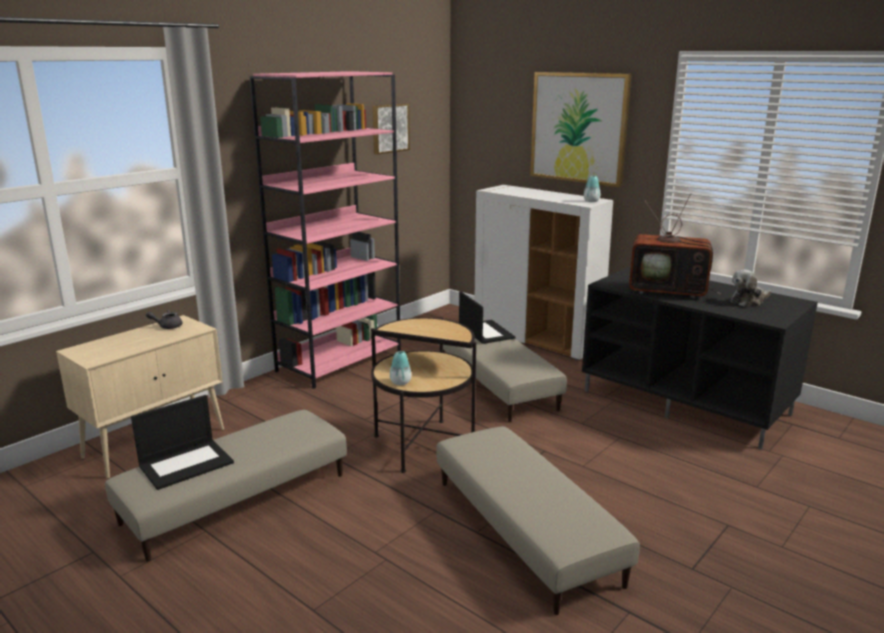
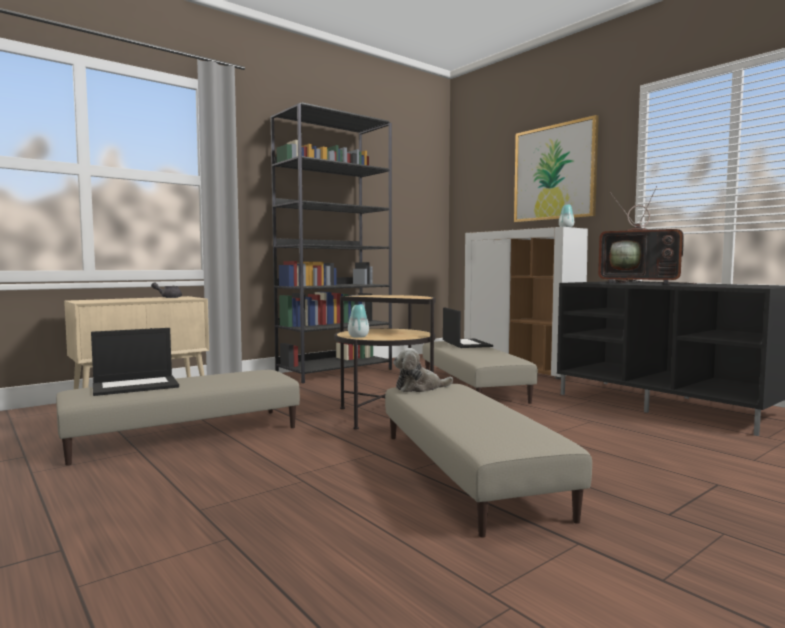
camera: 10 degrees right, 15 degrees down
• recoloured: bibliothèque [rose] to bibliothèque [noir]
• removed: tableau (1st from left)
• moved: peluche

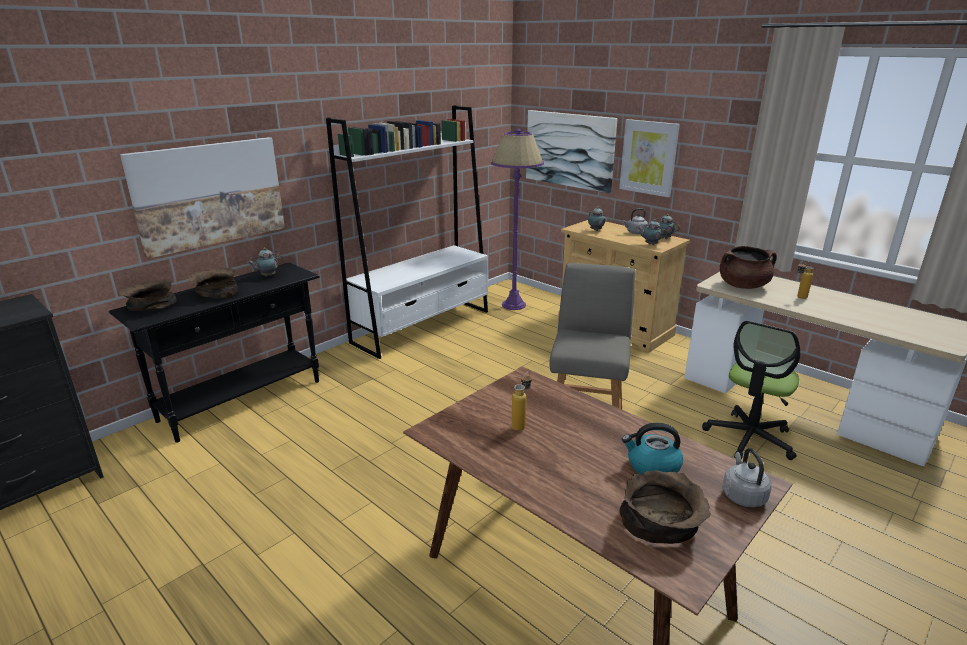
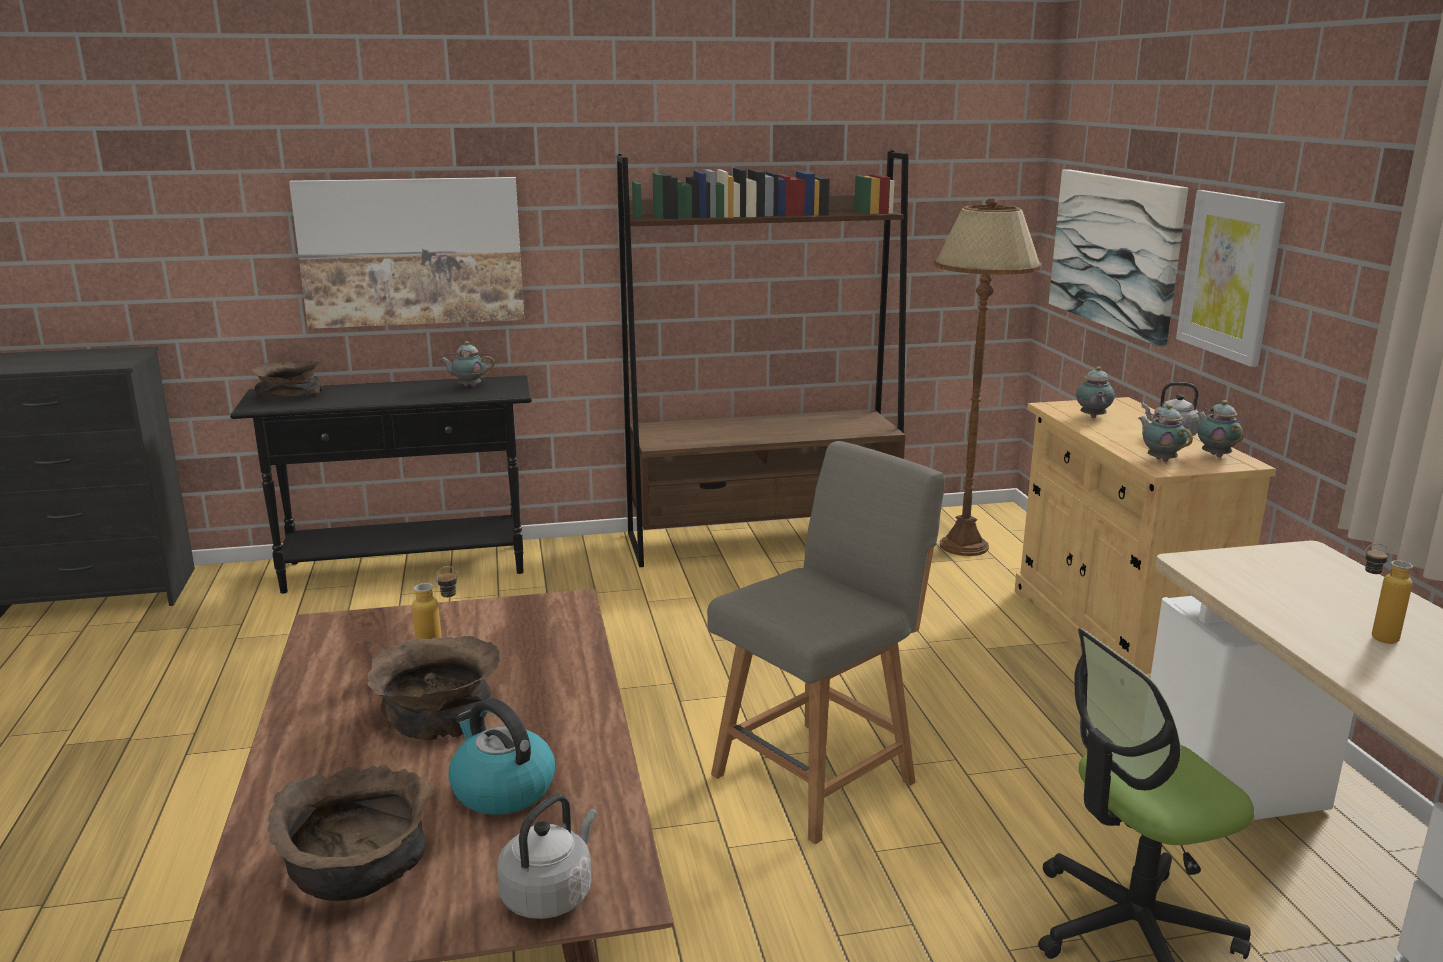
camera: 35 degrees right, 5 degrees down
• recoloured: bibliothèque [blanc] to bibliothèque [marron]
• recoloured: lampadaire [violet] to lampadaire [marron]
• removed: marmite [marron]
• moved: bol [marron] (2nd from left in the first image) to bol [marron] (3rd from left)

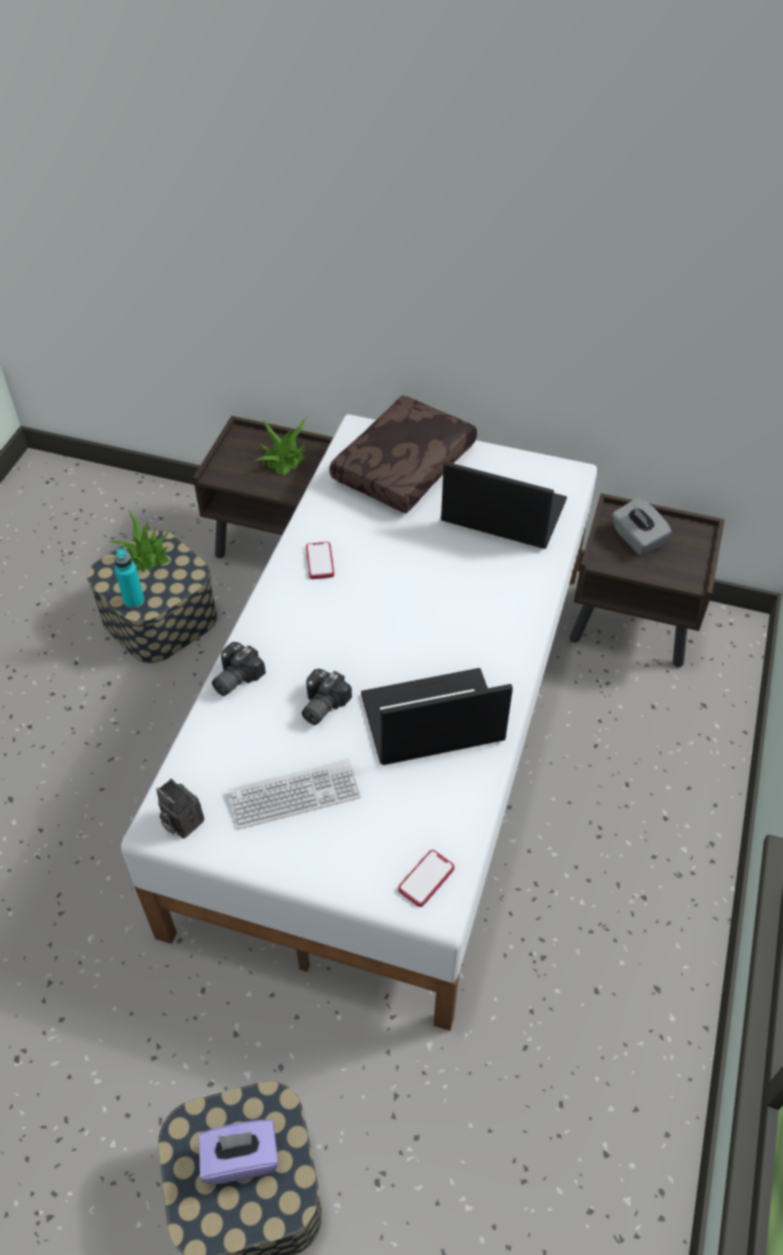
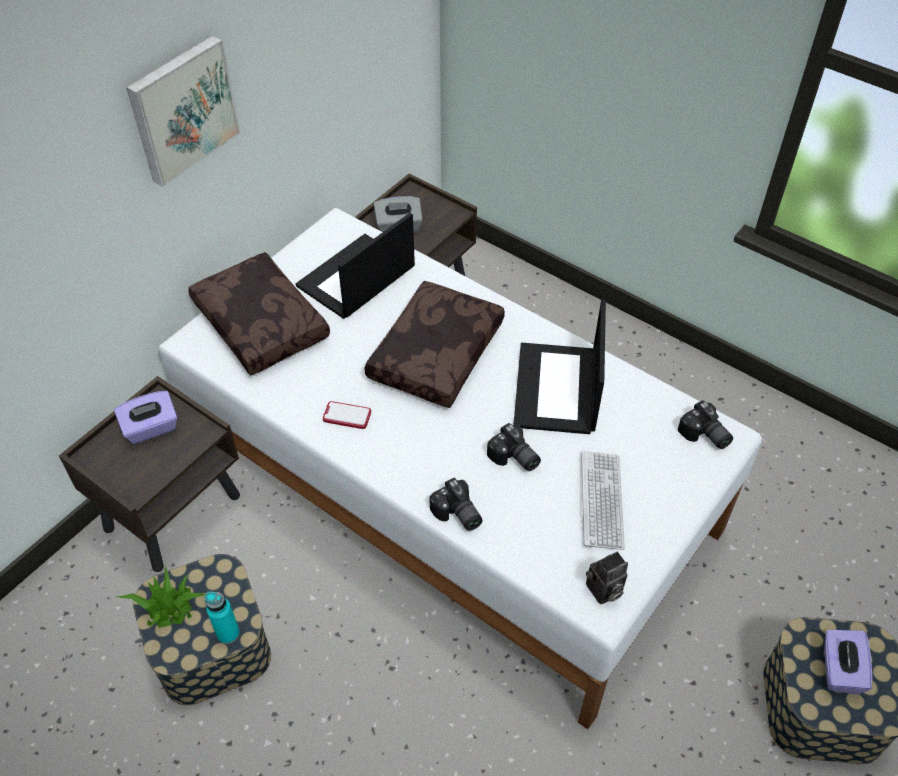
camera: 70 degrees left, 0 degrees up
• replaced: plante en pot (2nd from left) to boîte à mouchoirs [violet] (1st from left)
• replaced: téléphone (2nd from left) to appareil photo (4th from left)
• added: tableau
• added: coussin [marron] (2nd from left)

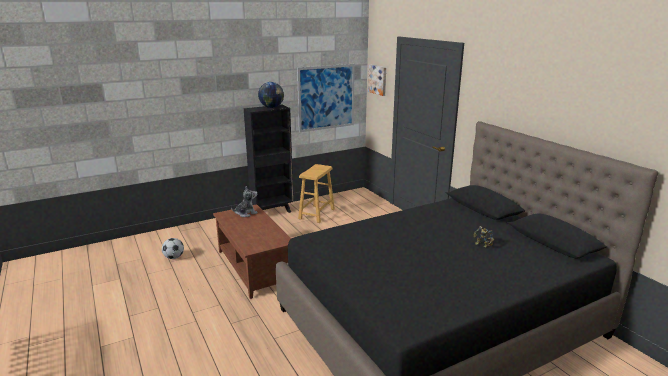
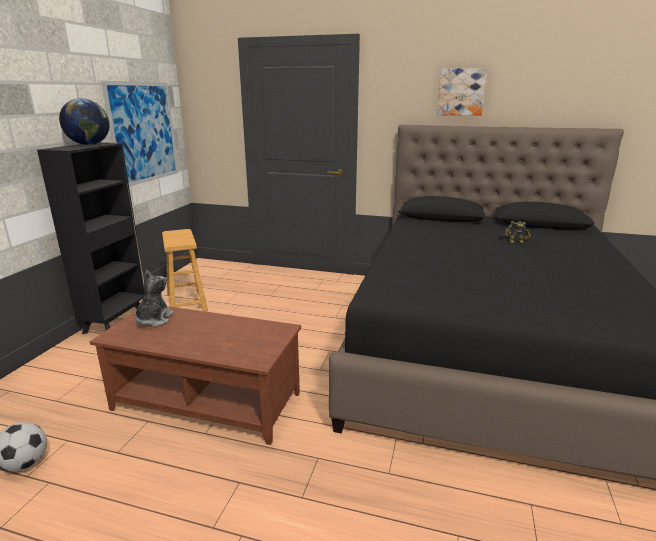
camera: 45 degrees left, 0 degrees up
• moved: tableau (2nd from left)

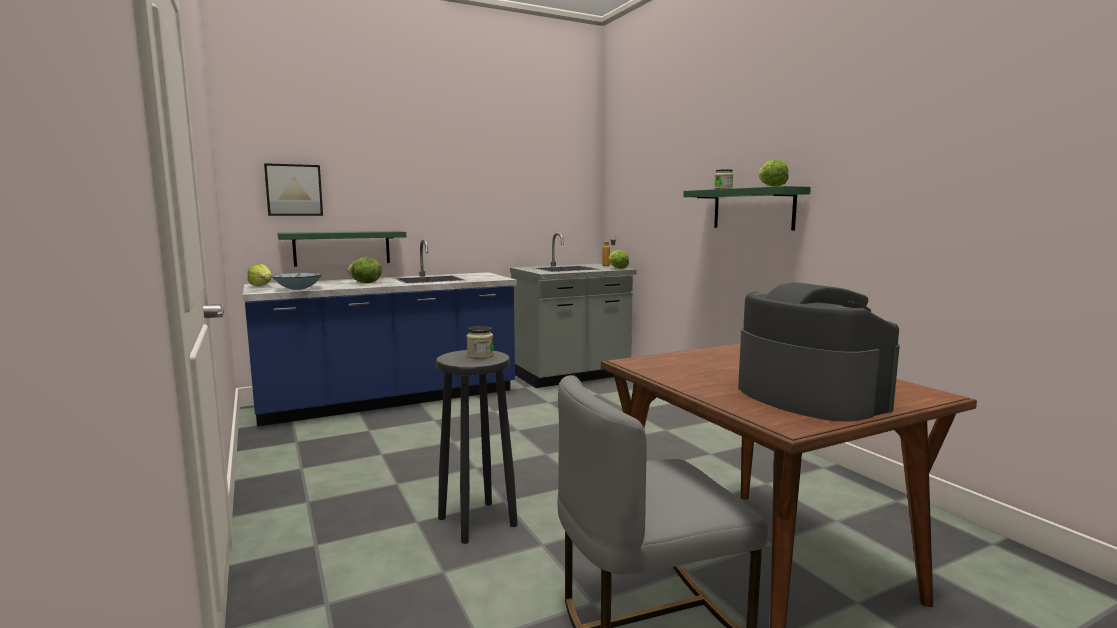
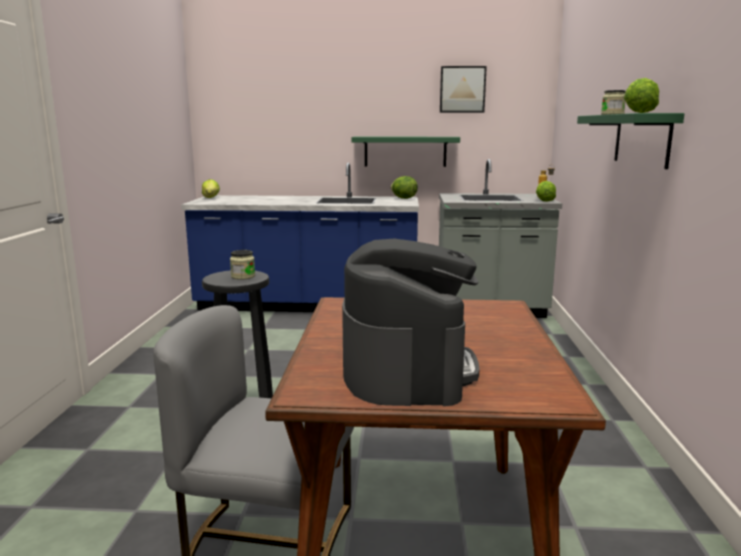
camera: 30 degrees right, 5 degrees up
• moved: tableau
• moved: étagère [vert] (1st from left)
• moved: laitue (2nd from left)
• removed: bol

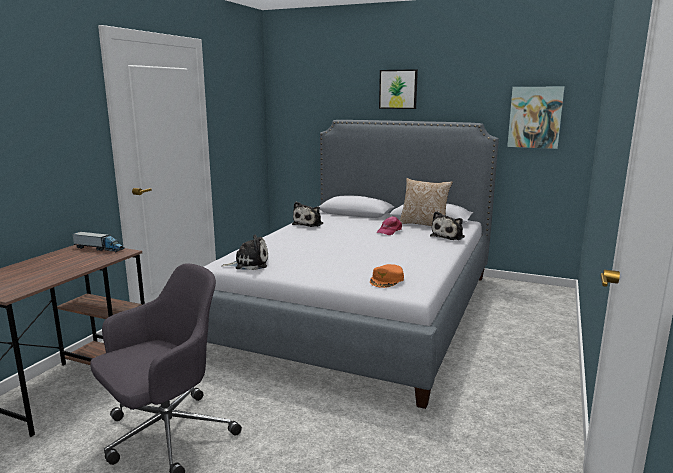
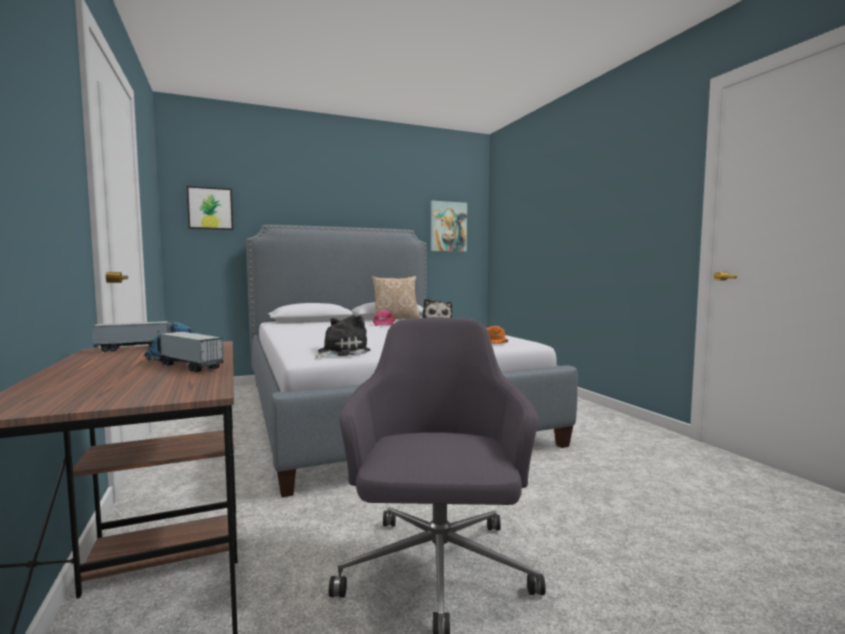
camera: 45 degrees left, 10 degrees down
• moved: tableau (1st from left)
• removed: peluche (2nd from left)
• added: camion jouet (2nd from left)

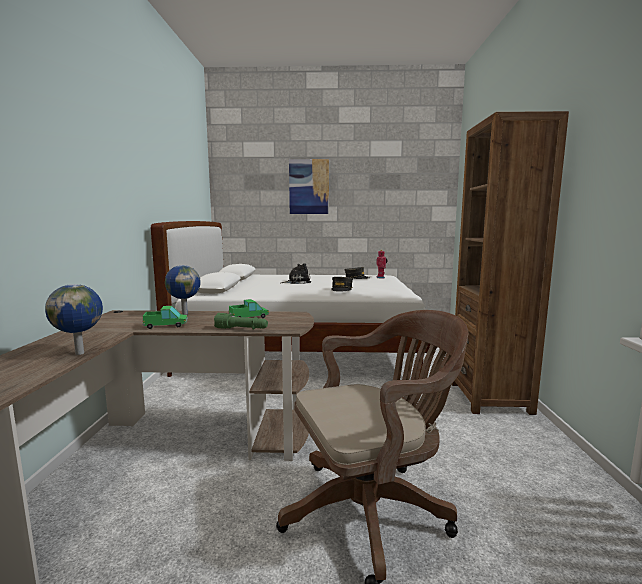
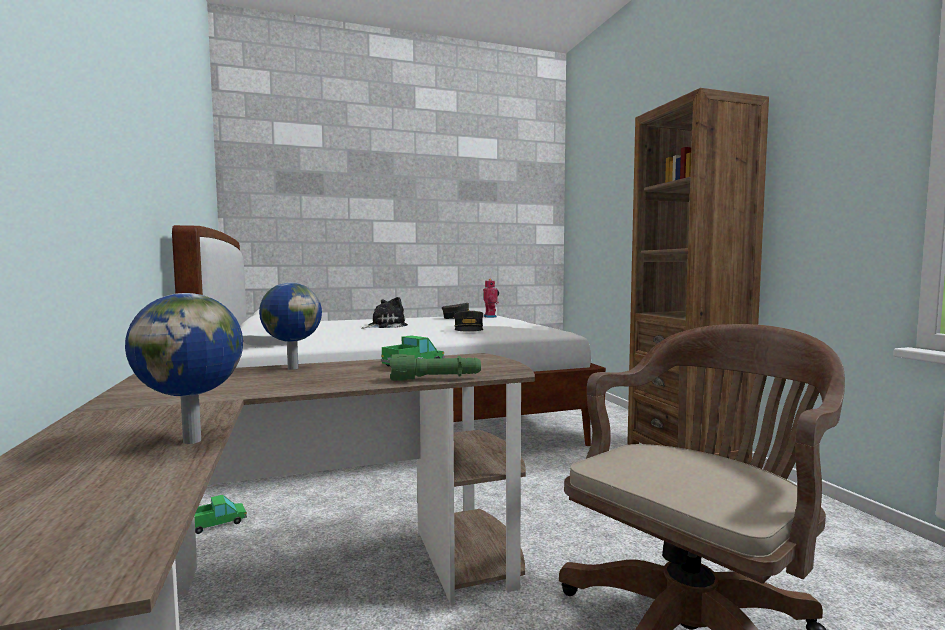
camera: 20 degrees left, 5 degrees down
• removed: tableau
• moved: camion jouet (1st from left)

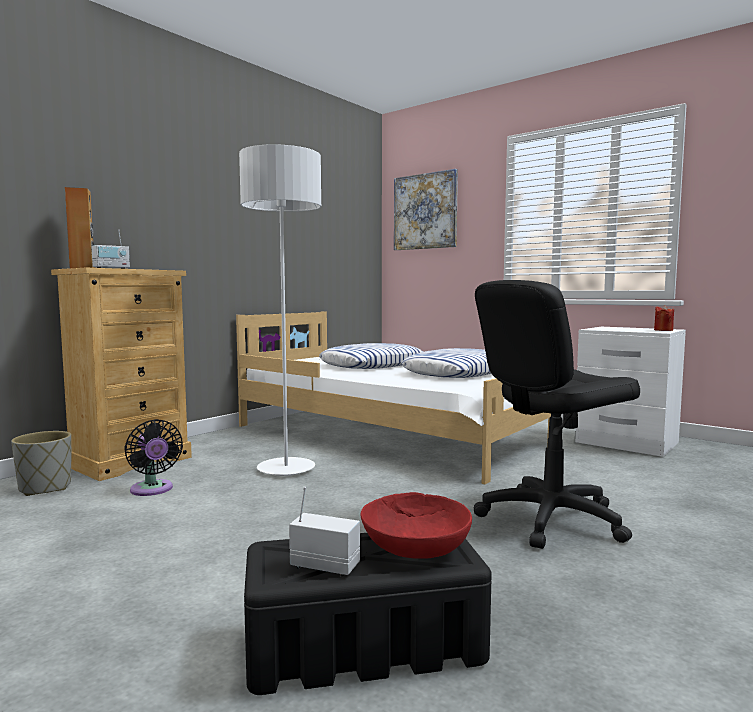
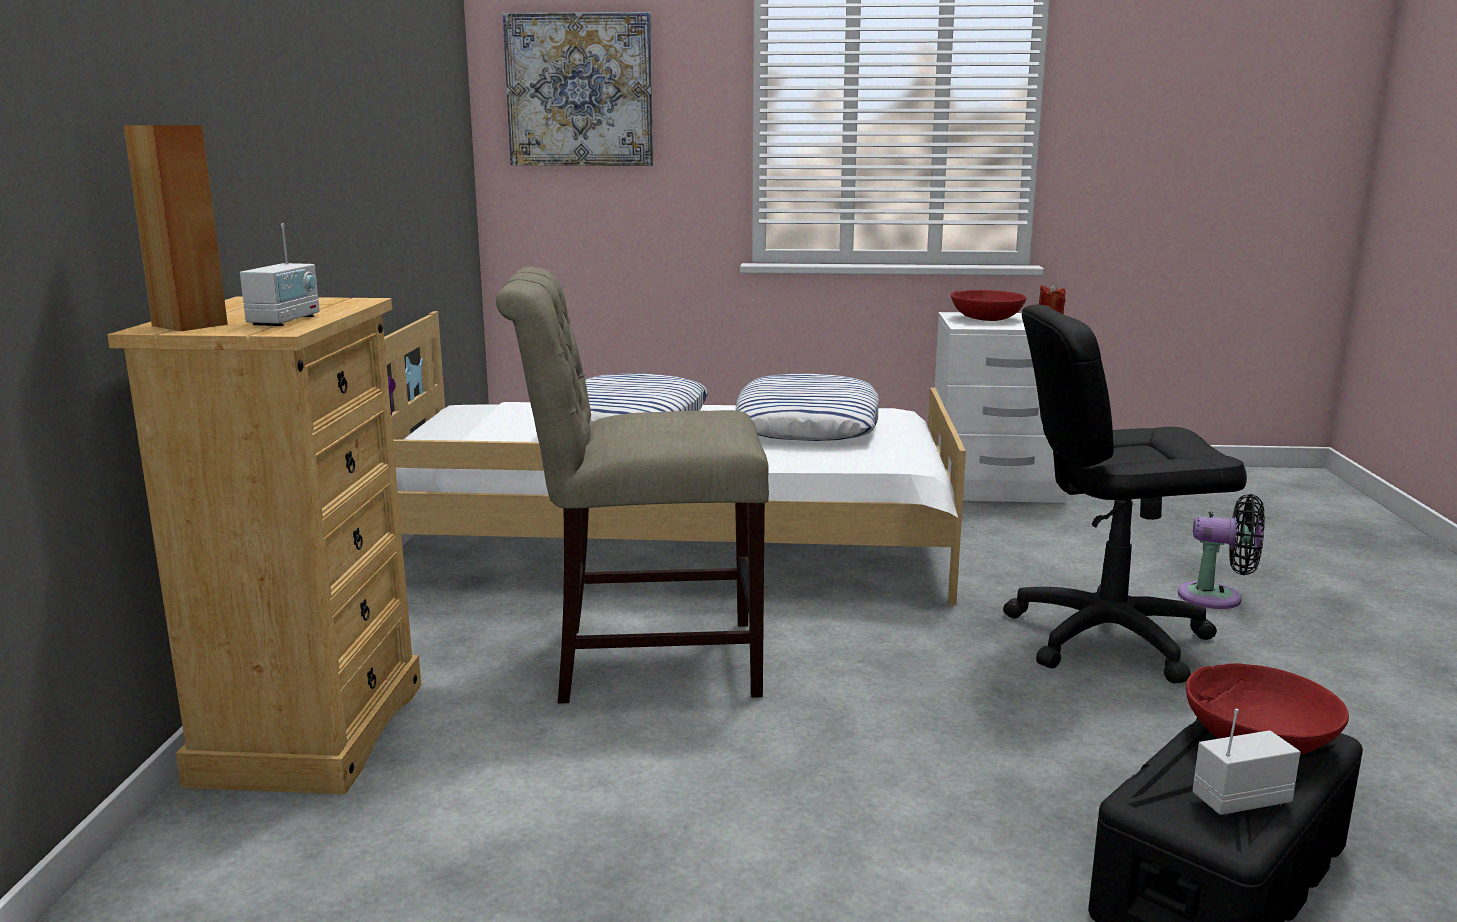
camera: 35 degrees left, 10 degrees up
• replaced: lampadaire [blanc] to chaise [beige]
• turned: chaise de bureau [noir] 60 degrees clockwise
• moved: ventilateur [noir]
• removed: cache-pot [gris]
• added: bol [rouge] (1st from left)

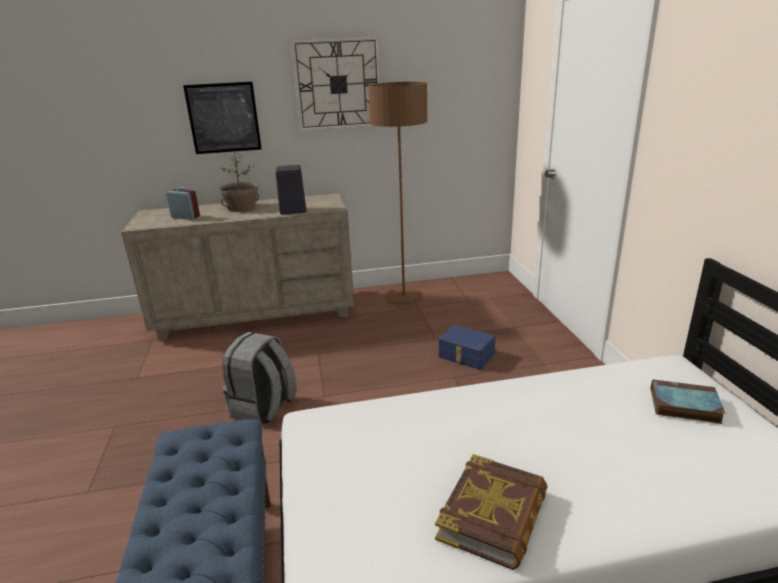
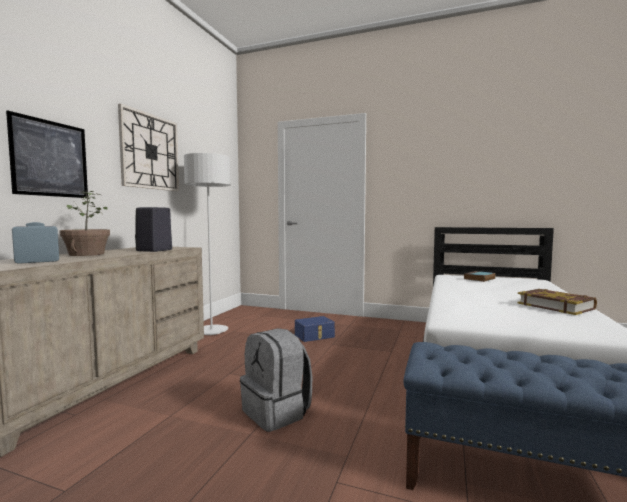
camera: 60 degrees left, 20 degrees down
• recoloured: lampadaire [marron] to lampadaire [gris]

